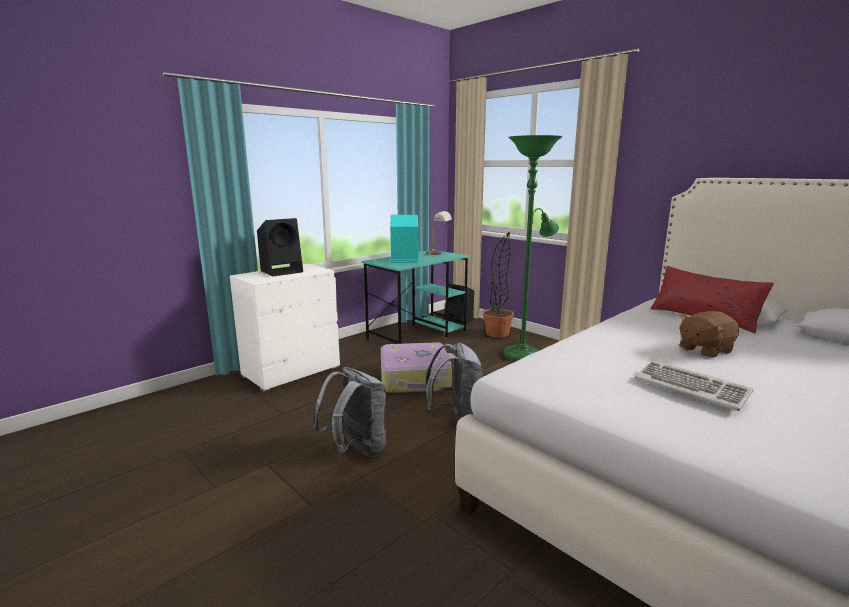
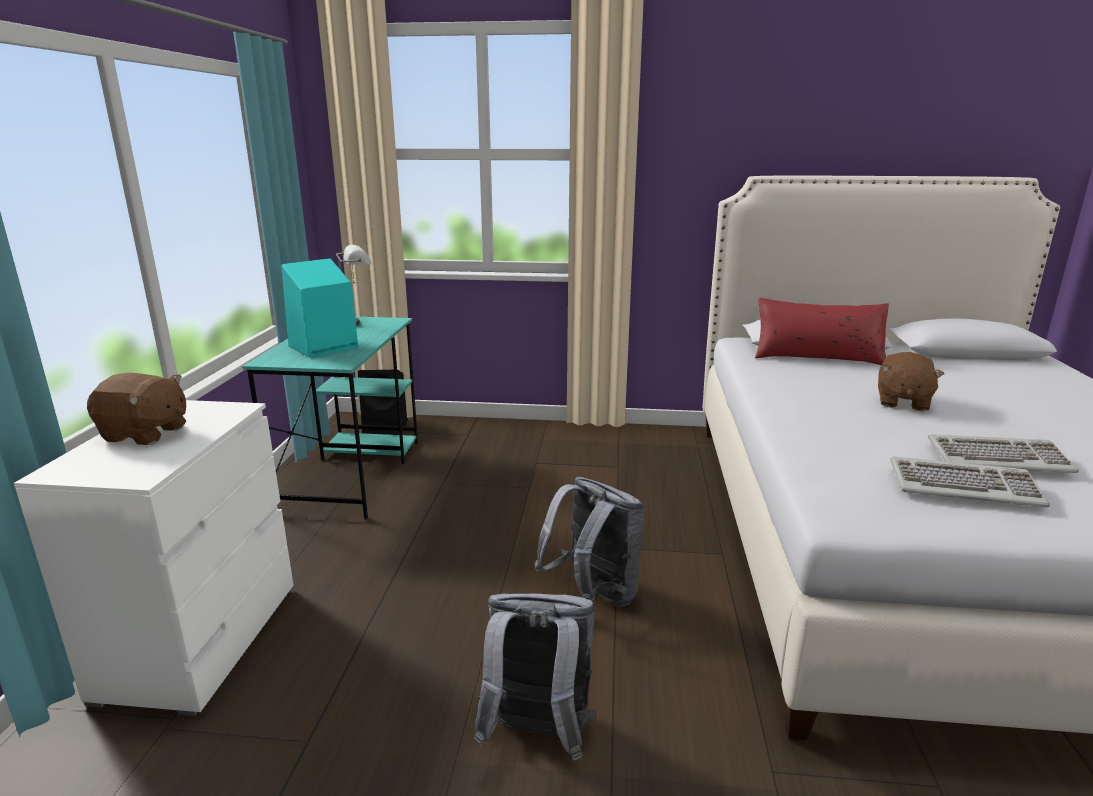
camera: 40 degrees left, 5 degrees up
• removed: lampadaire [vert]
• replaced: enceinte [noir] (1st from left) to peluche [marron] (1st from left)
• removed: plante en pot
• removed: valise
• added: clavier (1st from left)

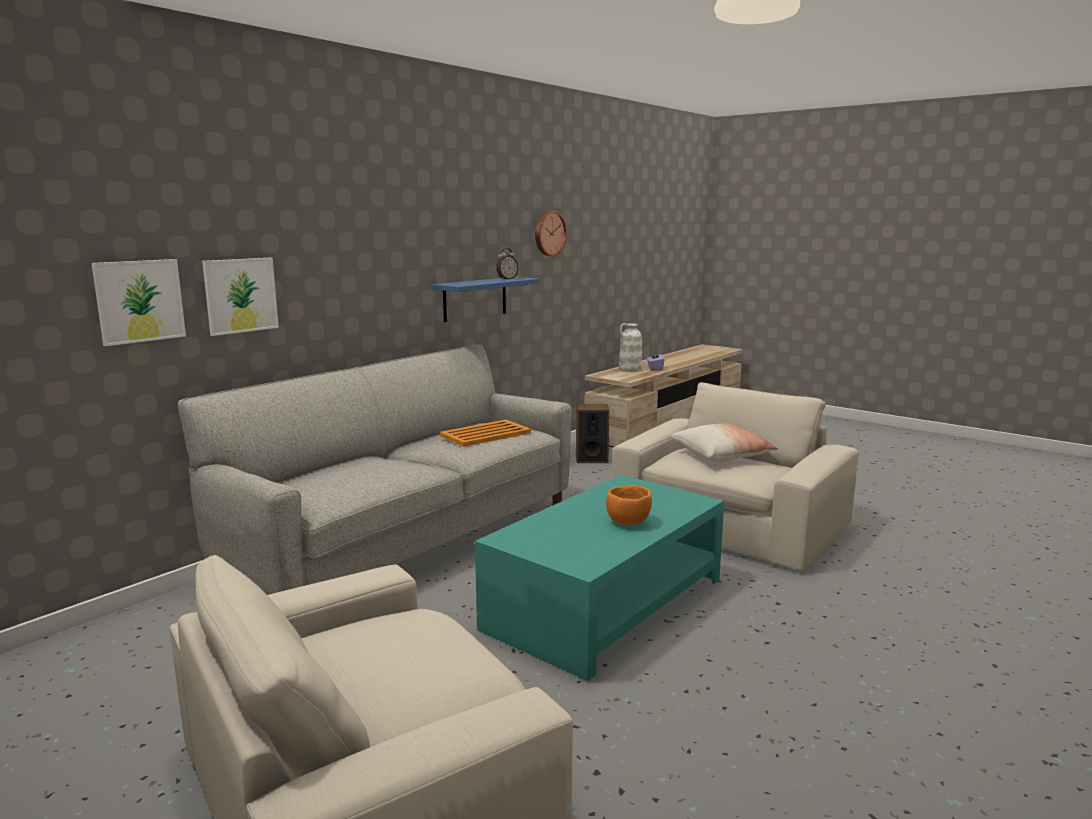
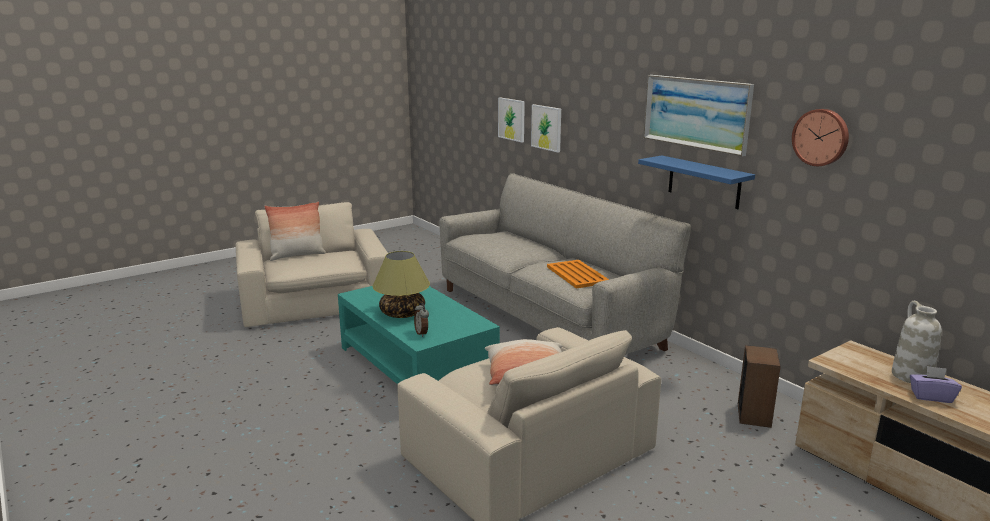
camera: 105 degrees right, 5 degrees up
• moved: réveil
• replaced: bol [orange] to lampe de table
• added: tableau (3rd from left)
• added: coussin (1st from left)

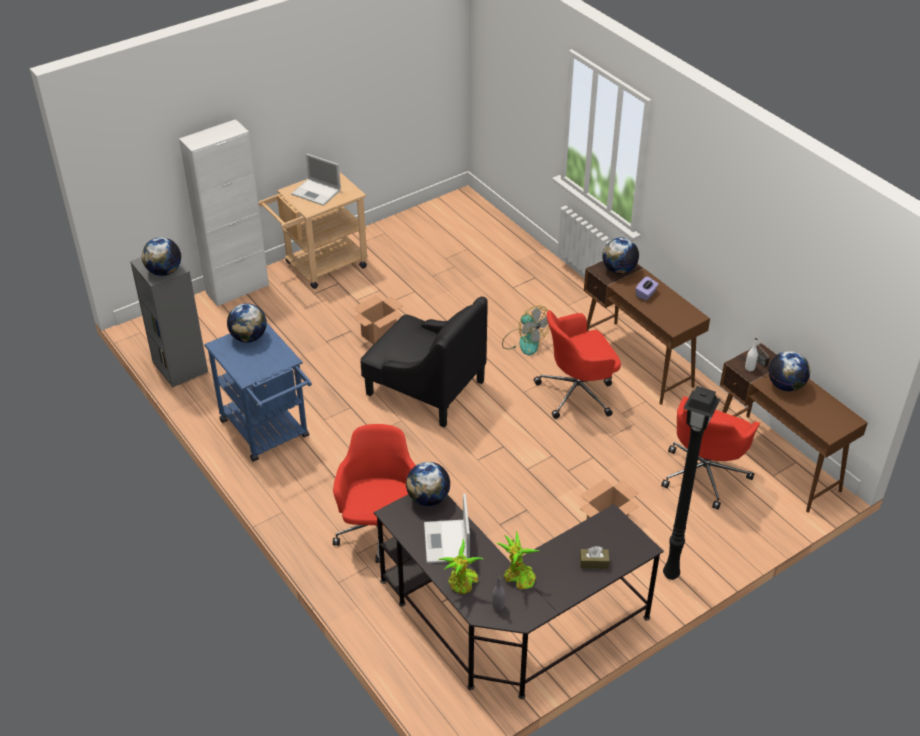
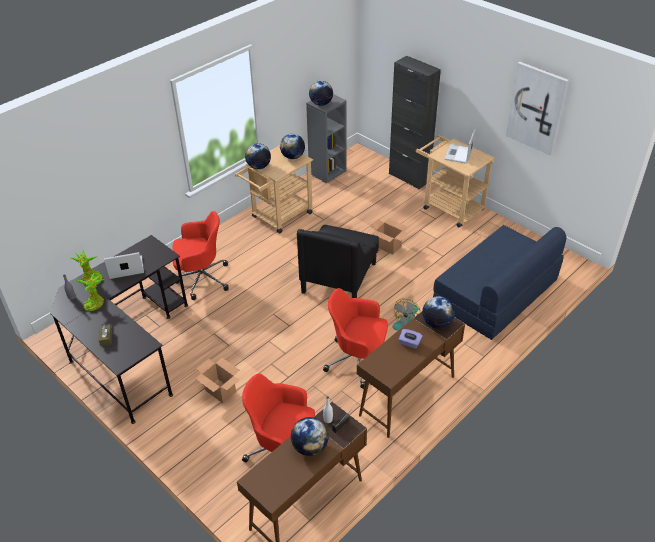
camera: 80 degrees right, 0 degrees up
• recoloured: meuble de rangement [blanc] to meuble de rangement [noir]
• turned: chaise de bureau [rouge] (2nd from left in the first image) 45 degrees counterclockwise
• recoloured: chariot [bleu] to chariot [beige] (1st from left)
• removed: lampadaire [noir]
• moved: globe (3rd from left in the first image) to globe (1st from left)
• added: tableau
• added: canapé [bleu]

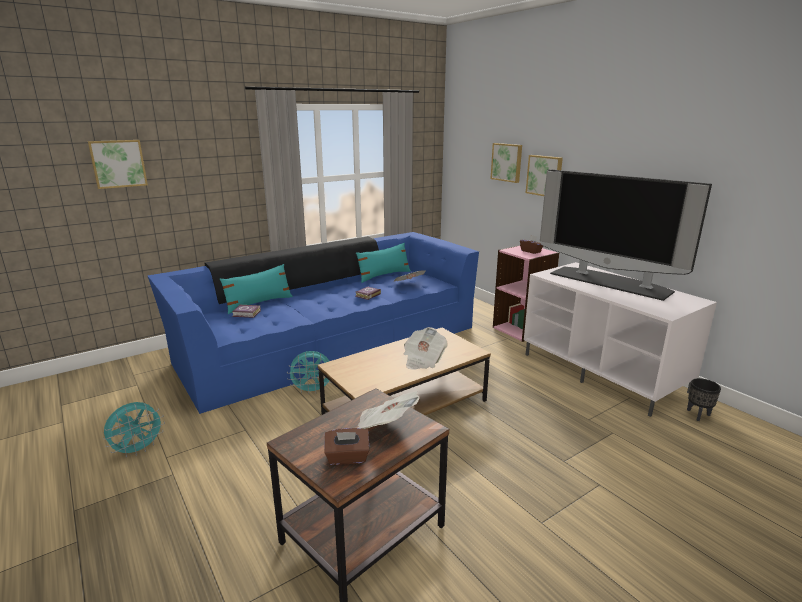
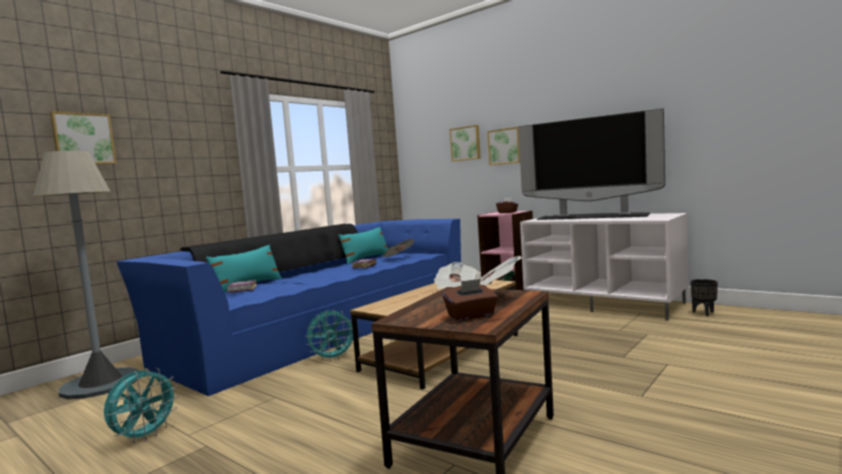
camera: 15 degrees left, 15 degrees down
• added: lampadaire [gris]

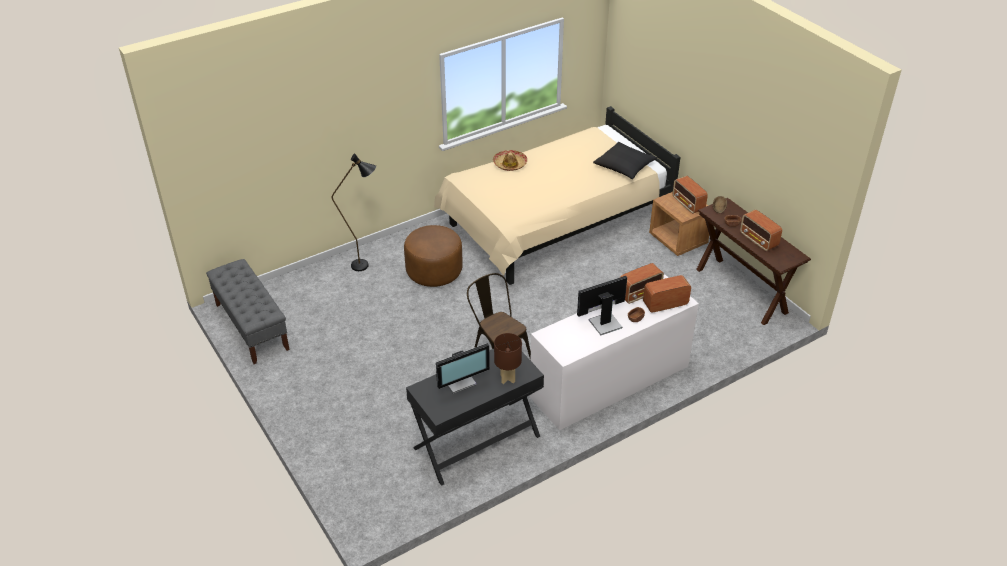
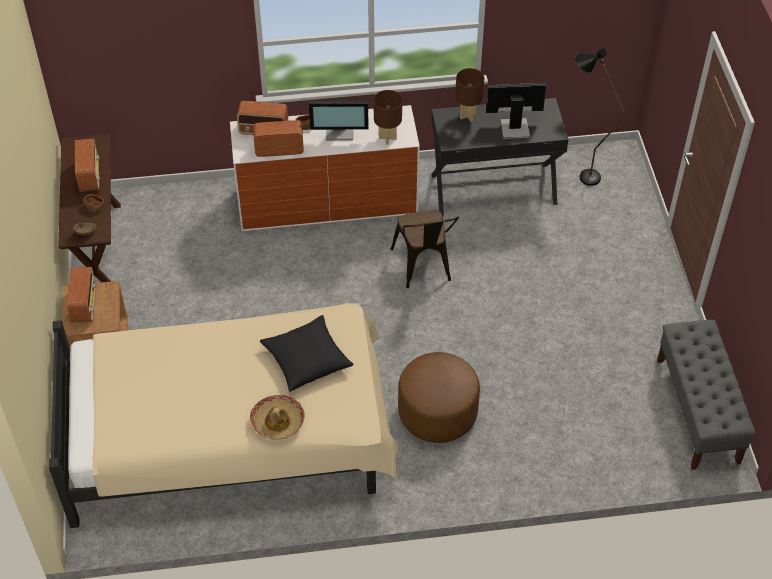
camera: 155 degrees left, 10 degrees up
• moved: coussin [noir]
• moved: lampadaire [noir]
• added: lampe de table [marron] (1st from left)

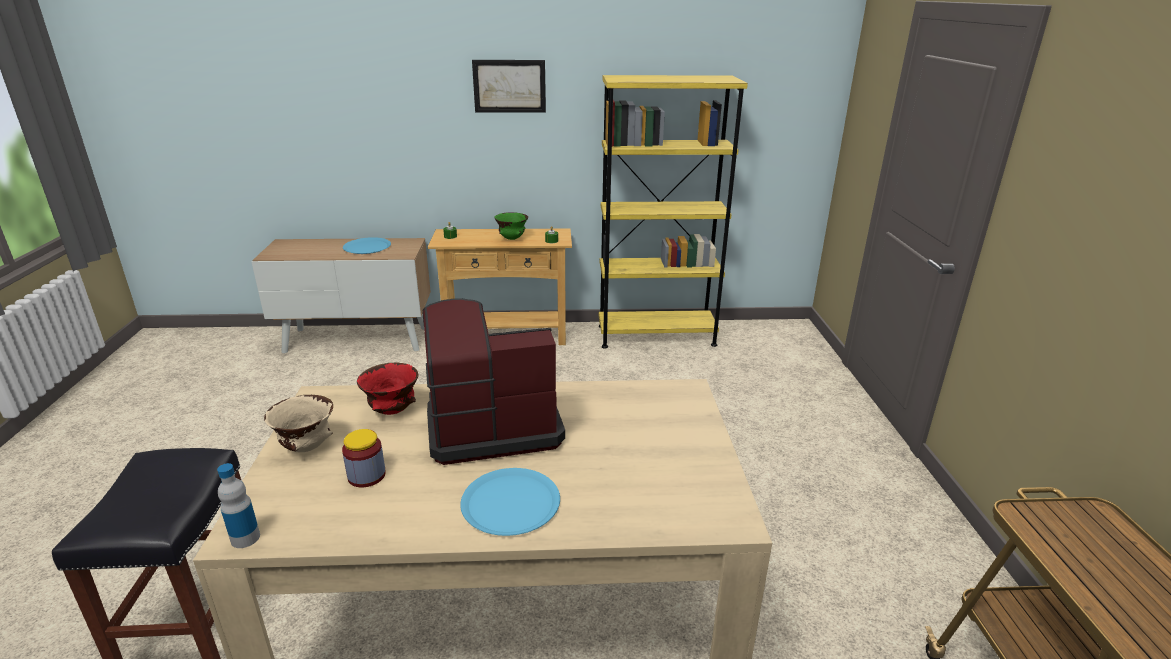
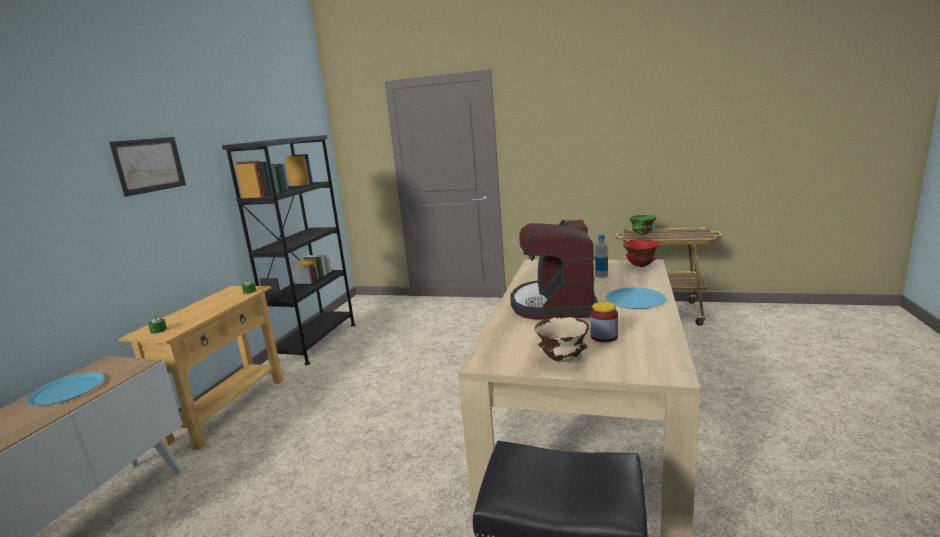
camera: 70 degrees left, 10 degrees down
• recoloured: bibliothèque [jaune] to bibliothèque [noir]
• moved: bol [vert]
• moved: bol [rouge]
• moved: bouteille

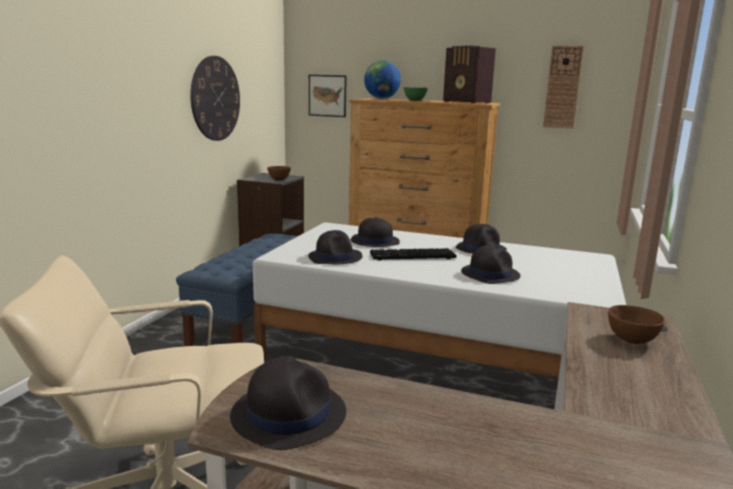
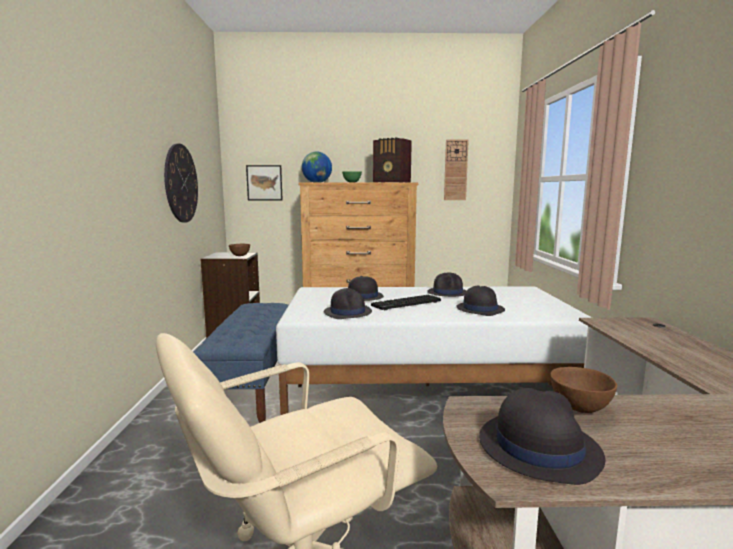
camera: 20 degrees left, 5 degrees down
• moved: bol [marron] (2nd from left)

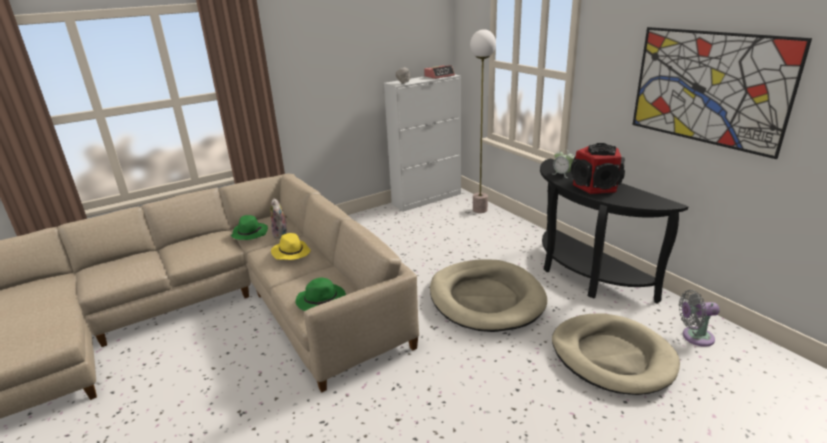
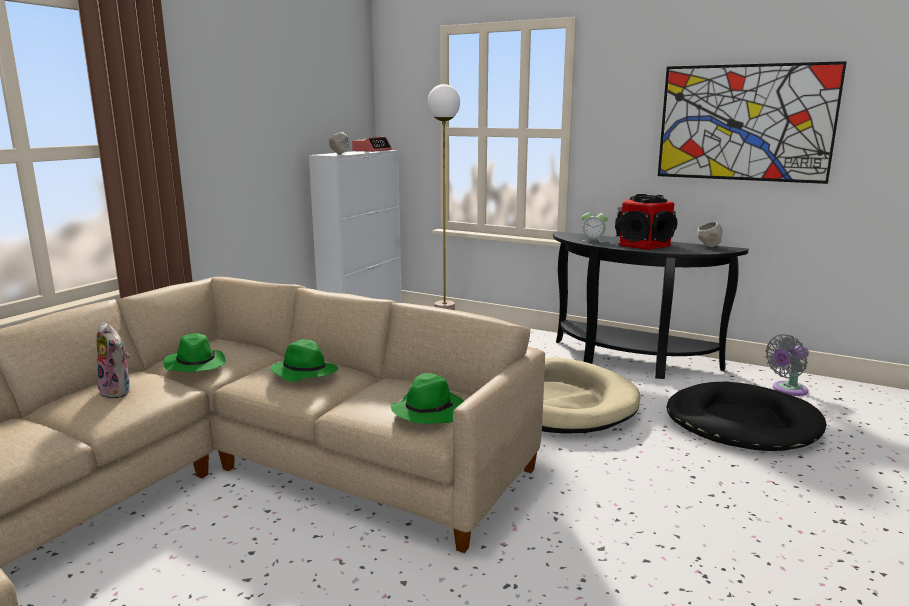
camera: 30 degrees left, 10 degrees down
• moved: peluche
• recoloured: chapeau [jaune] to chapeau [vert] (2nd from left)
• recoloured: panier pour chien [beige] (2nd from left) to panier pour chien [noir]
• added: bol [gris] (2nd from left)

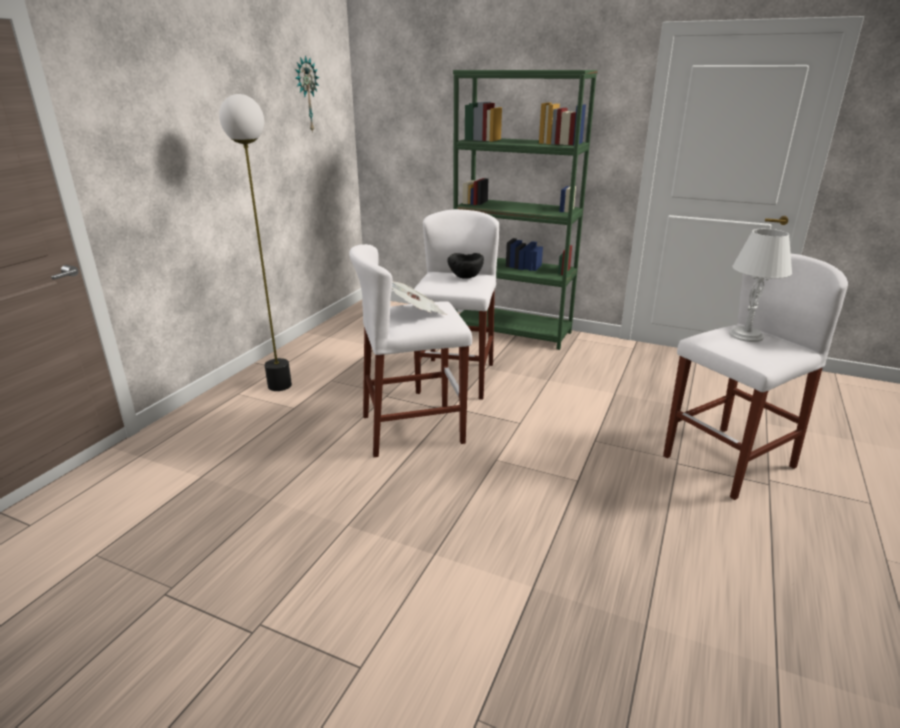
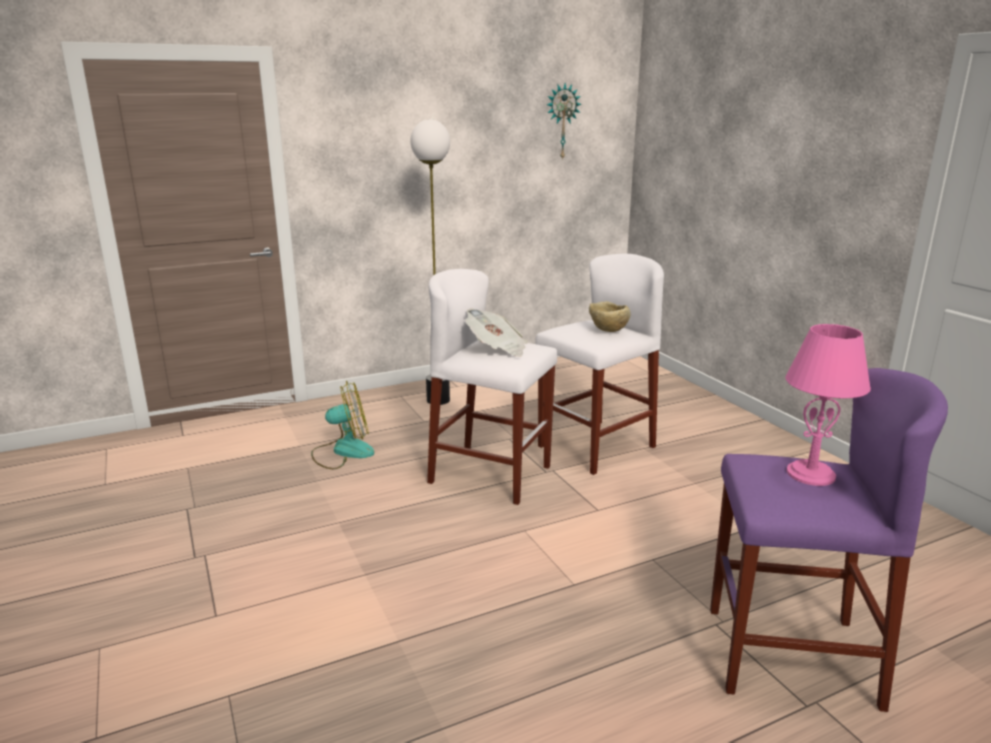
camera: 40 degrees right, 5 degrees down
• removed: bibliothèque [vert]
• recoloured: lampe de table [blanc] to lampe de table [rose]
• recoloured: bol [noir] to bol [beige]
• recoloured: tabouret [blanc] (3rd from left) to tabouret [violet]
• added: ventilateur

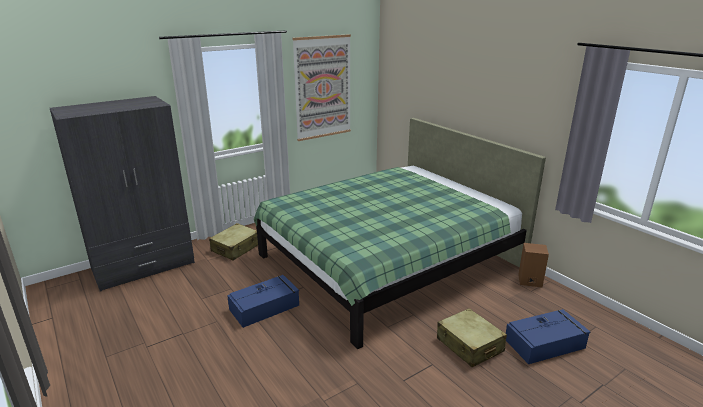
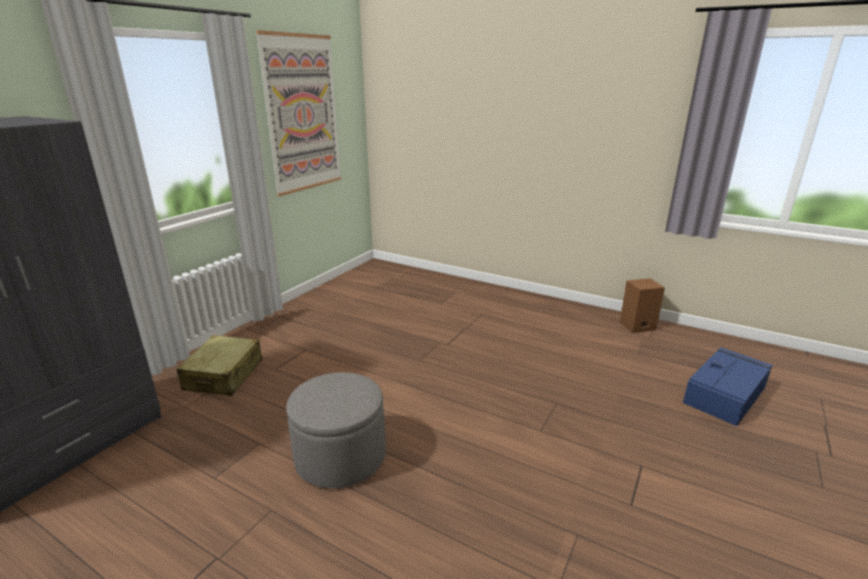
camera: 25 degrees left, 0 degrees up
• removed: lit [vert]
• replaced: boîte de rangement [bleu] (1st from left) to pouf [gris]
• removed: valise [beige] (2nd from left)

